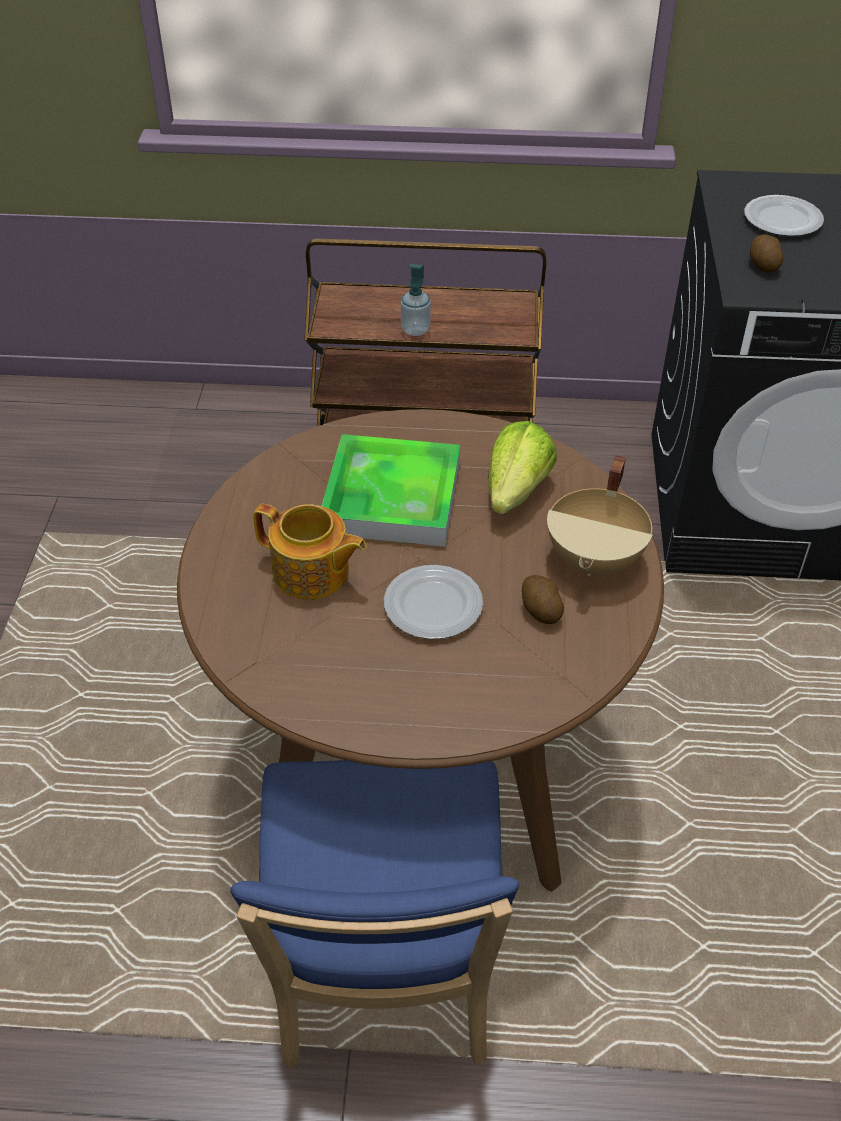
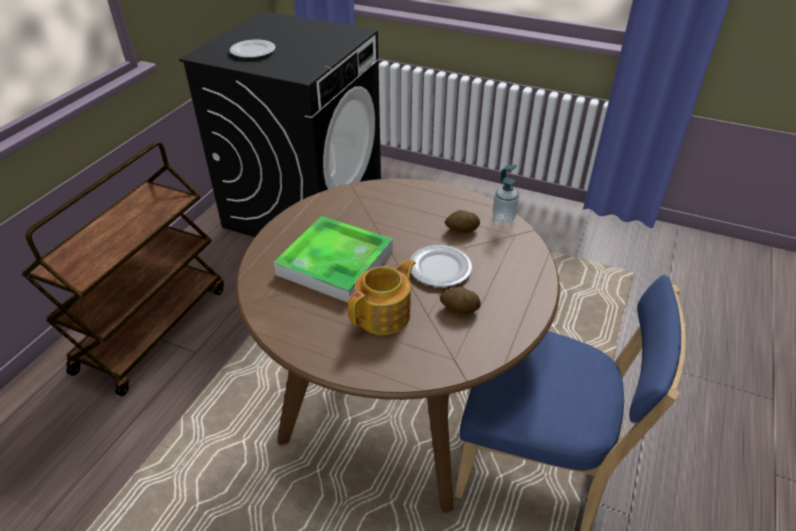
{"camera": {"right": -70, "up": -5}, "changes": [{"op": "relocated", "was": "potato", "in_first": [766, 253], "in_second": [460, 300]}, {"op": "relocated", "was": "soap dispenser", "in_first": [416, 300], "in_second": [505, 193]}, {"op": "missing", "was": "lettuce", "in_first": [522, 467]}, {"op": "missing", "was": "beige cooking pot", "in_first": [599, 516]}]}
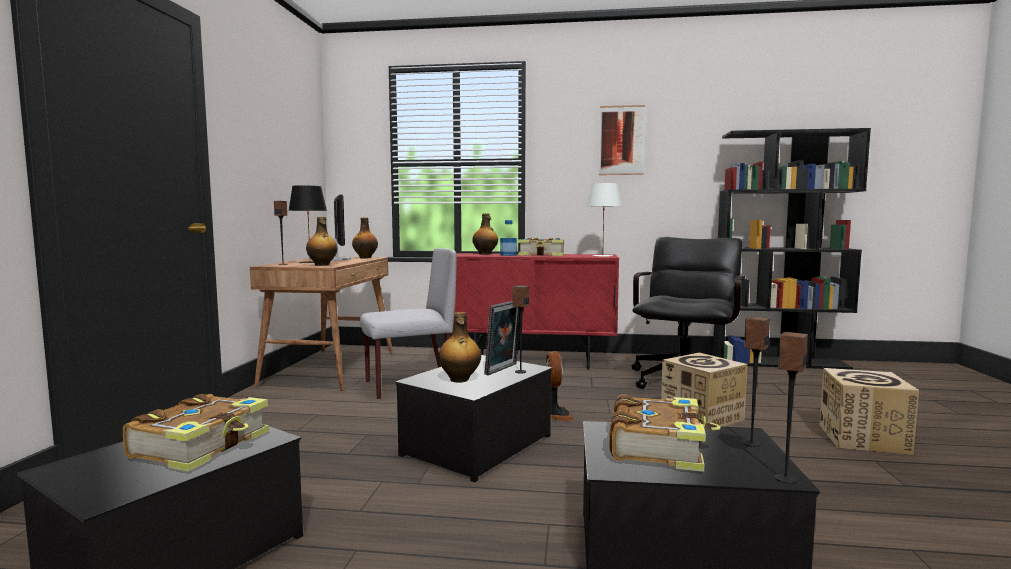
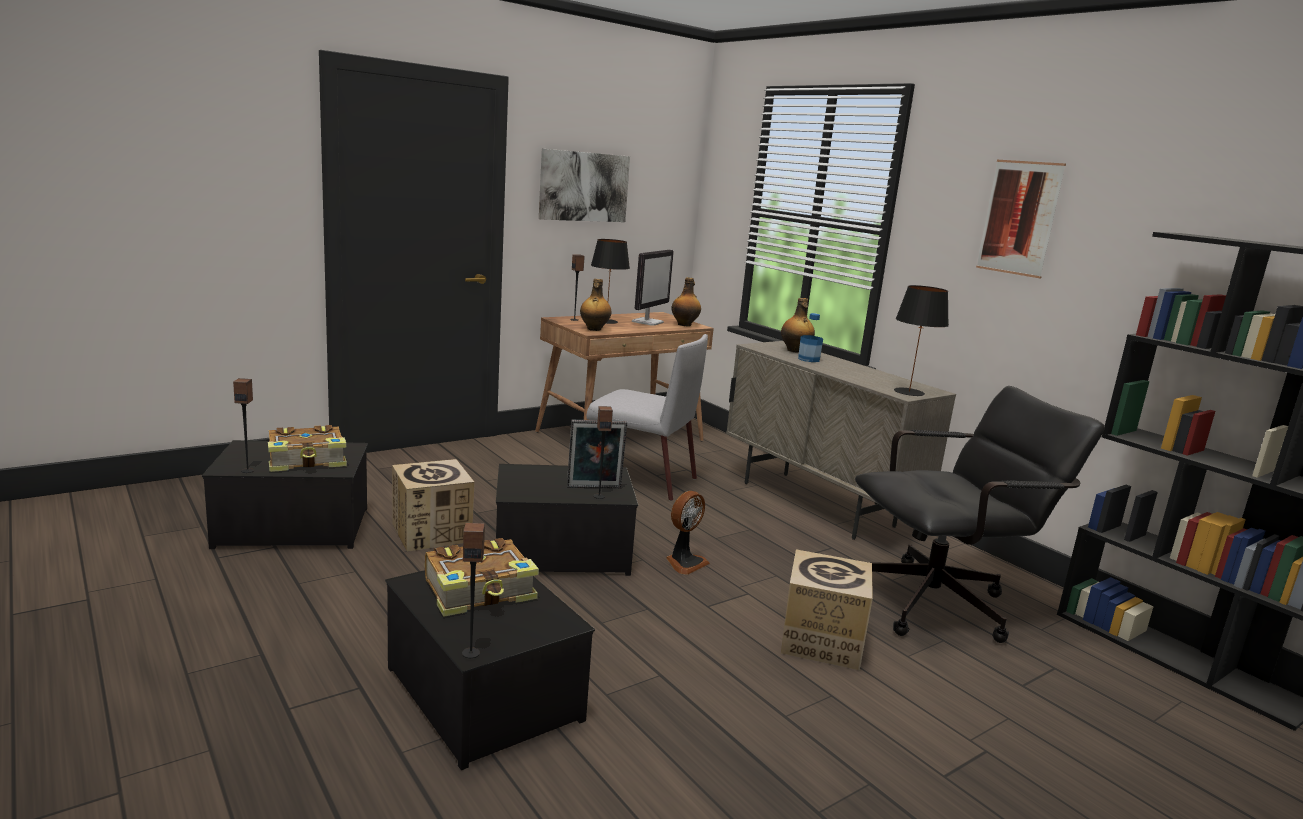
{"camera": {"right": 45, "up": 10}, "changes": [{"op": "relocated", "was": "speaker", "in_first": [756, 381], "in_second": [244, 425]}, {"op": "relocated", "was": "cardboard box", "in_first": [869, 412], "in_second": [433, 505]}, {"op": "appeared", "now": "picture", "in_second": [584, 185]}, {"op": "colour", "was": "red cabinet", "now": "beige cabinet", "in_first": [536, 311], "in_second": [841, 440]}, {"op": "colour", "was": "white table lamp", "now": "black table lamp", "in_first": [603, 220], "in_second": [921, 340]}, {"op": "missing", "was": "bottle", "in_first": [460, 347]}, {"op": "missing", "was": "book", "in_first": [541, 247]}]}
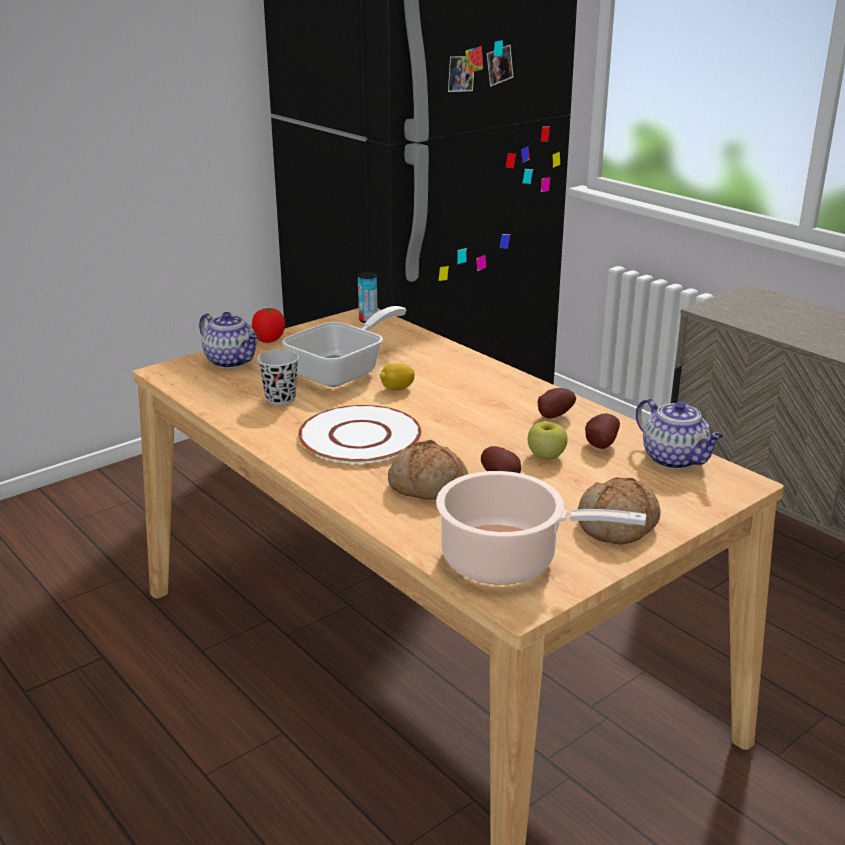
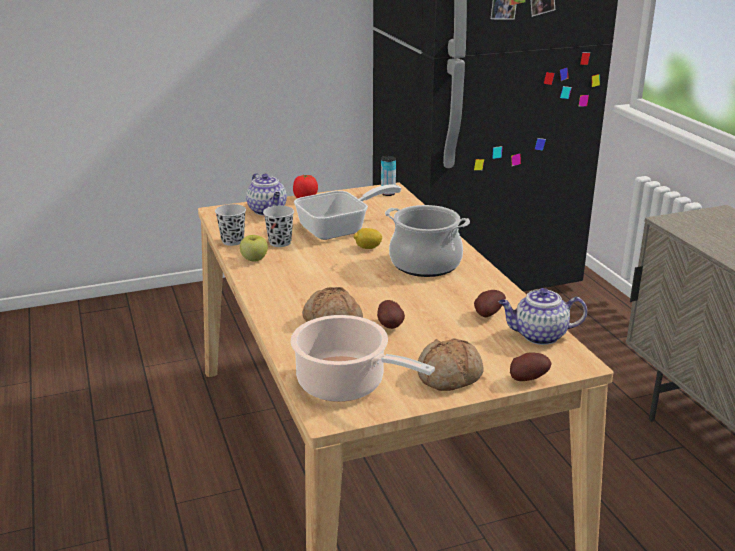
{"camera": {"right": 20, "up": 0}, "changes": [{"op": "appeared", "now": "black cup", "in_second": [230, 225]}, {"op": "relocated", "was": "apple", "in_first": [548, 440], "in_second": [254, 248]}, {"op": "appeared", "now": "cooking pot", "in_second": [427, 241]}, {"op": "spun", "was": "teapot", "in_first": [679, 433], "in_second": [543, 316], "clockwise": 105}, {"op": "relocated", "was": "potato", "in_first": [557, 403], "in_second": [530, 367]}, {"op": "missing", "was": "white plate", "in_first": [359, 434]}]}
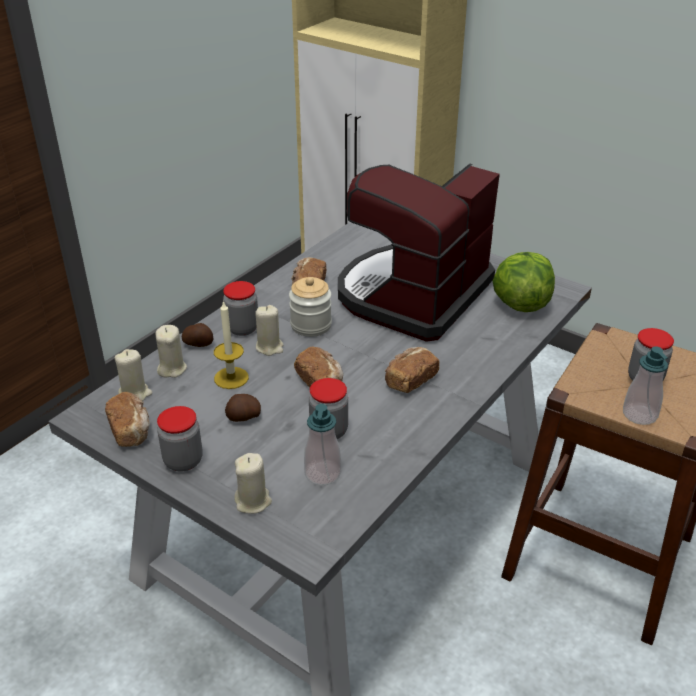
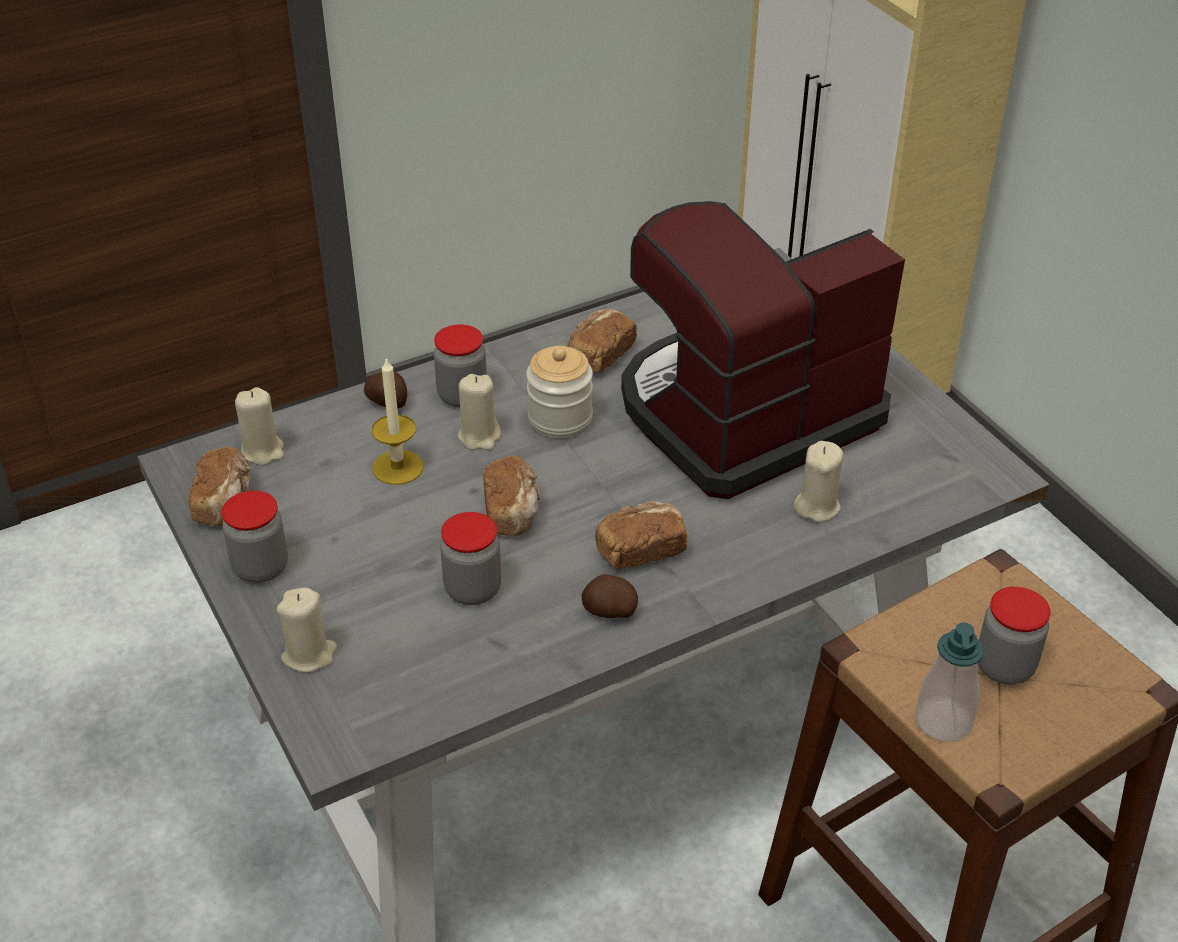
{"camera": {"right": 25, "up": 5}, "changes": [{"op": "relocated", "was": "potato", "in_first": [243, 408], "in_second": [609, 596]}, {"op": "relocated", "was": "beige candle", "in_first": [171, 351], "in_second": [818, 481]}, {"op": "missing", "was": "soap dispenser", "in_first": [322, 444]}, {"op": "missing", "was": "lettuce", "in_first": [524, 282]}]}
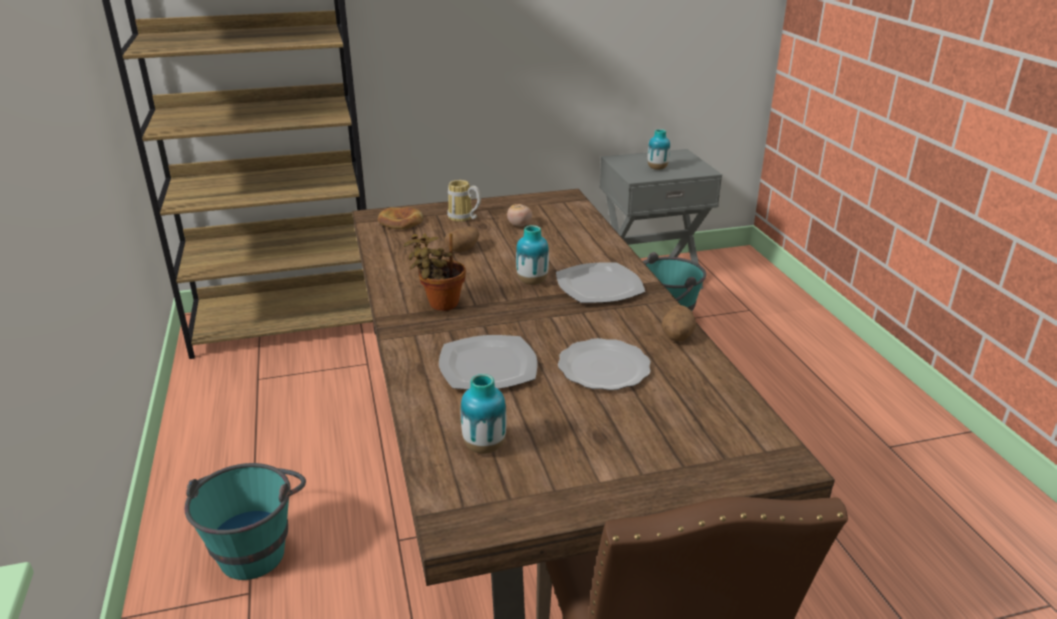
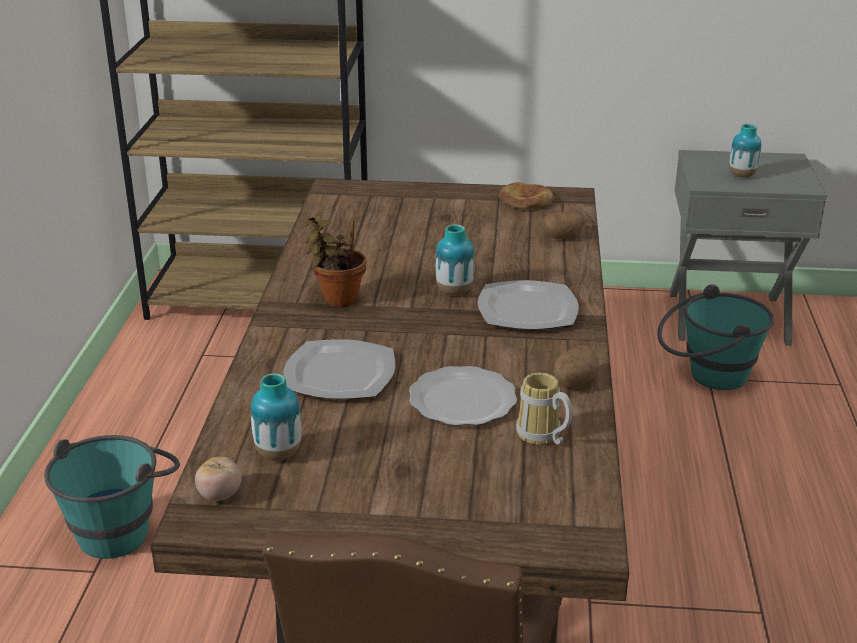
{"camera": {"right": 20, "up": 0}, "changes": [{"op": "relocated", "was": "tomato", "in_first": [519, 215], "in_second": [218, 479]}, {"op": "relocated", "was": "bread", "in_first": [401, 218], "in_second": [526, 196]}, {"op": "relocated", "was": "mug", "in_first": [464, 201], "in_second": [544, 408]}, {"op": "relocated", "was": "potato", "in_first": [462, 239], "in_second": [563, 225]}]}
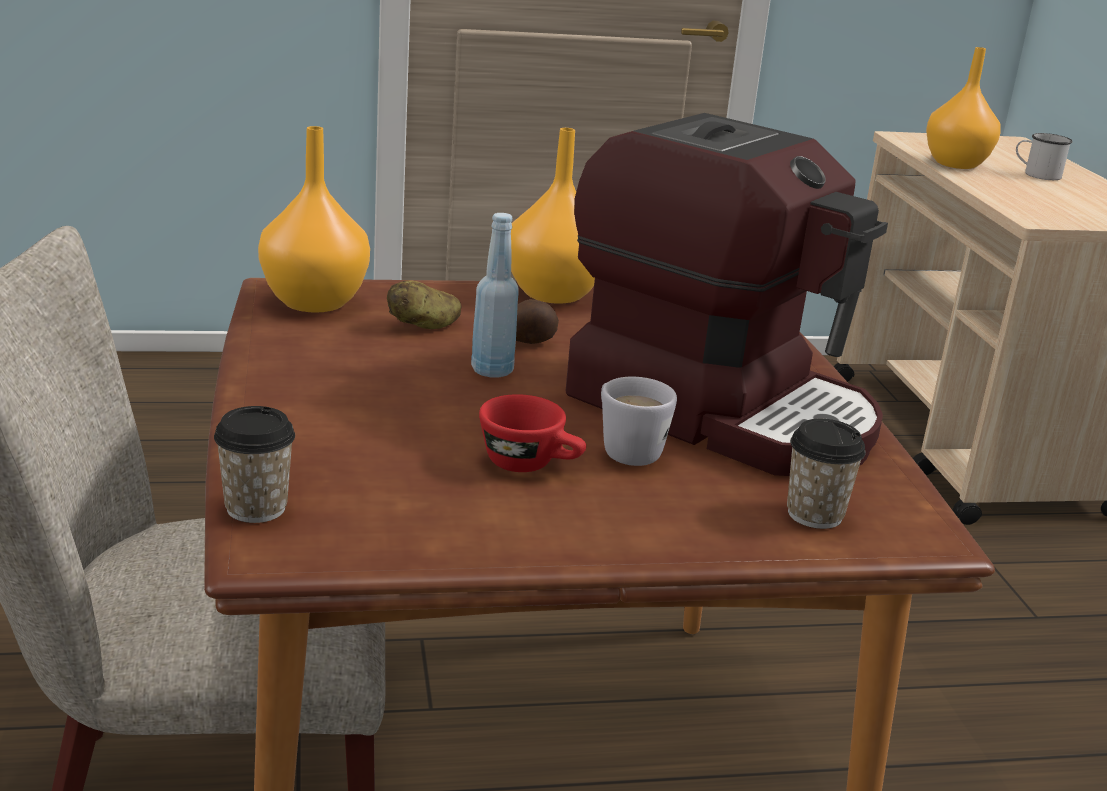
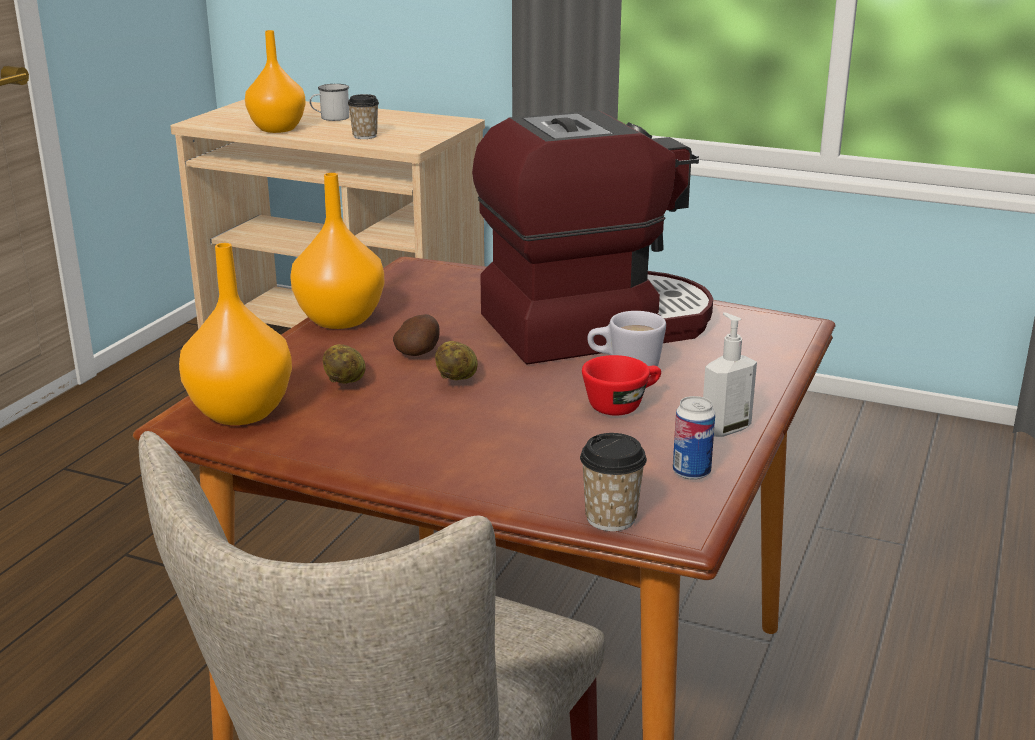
{"camera": {"right": -55, "up": 0}, "changes": [{"op": "relocated", "was": "cup", "in_first": [826, 474], "in_second": [363, 116]}, {"op": "exchanged", "was": "blue bottle", "now": "potato", "in_first": [495, 295], "in_second": [456, 360]}, {"op": "appeared", "now": "can", "in_second": [694, 438]}, {"op": "appeared", "now": "soap dispenser", "in_second": [730, 374]}]}
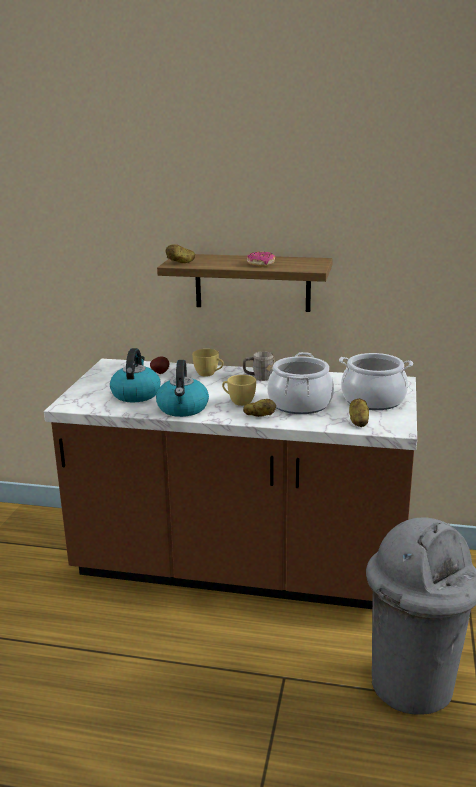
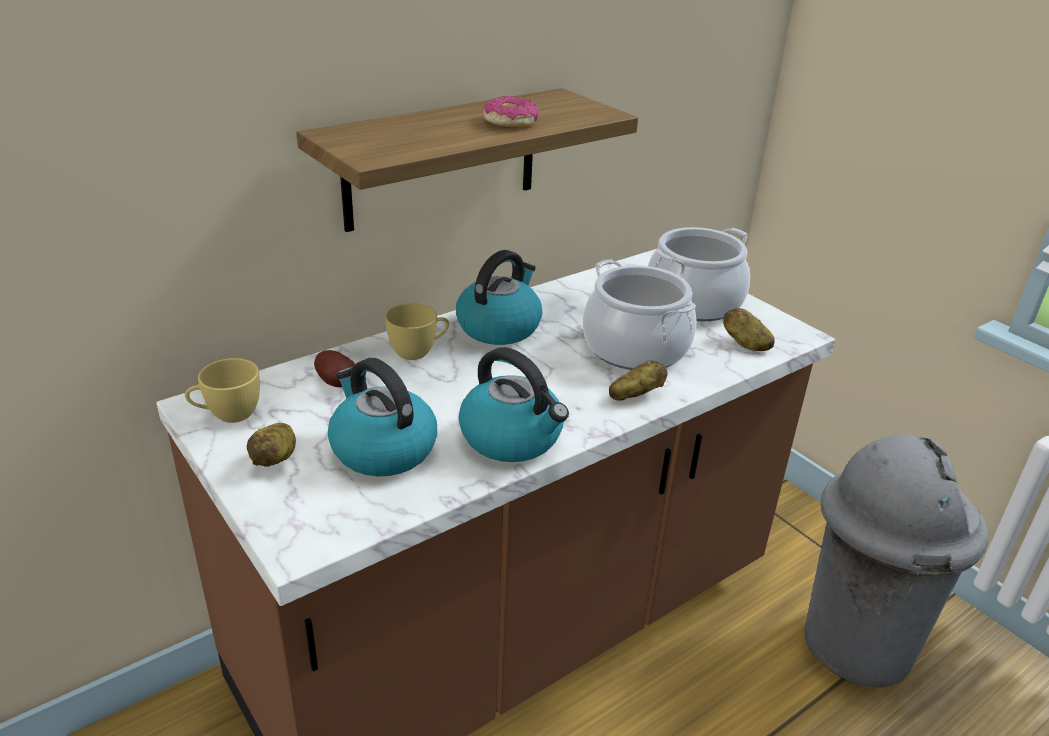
{"camera": {"right": -50, "up": 10}, "changes": [{"op": "relocated", "was": "yellow cup", "in_first": [239, 390], "in_second": [222, 390]}, {"op": "relocated", "was": "potato", "in_first": [180, 253], "in_second": [271, 445]}, {"op": "exchanged", "was": "grey mug", "now": "kettle", "in_first": [259, 366], "in_second": [499, 297]}]}
